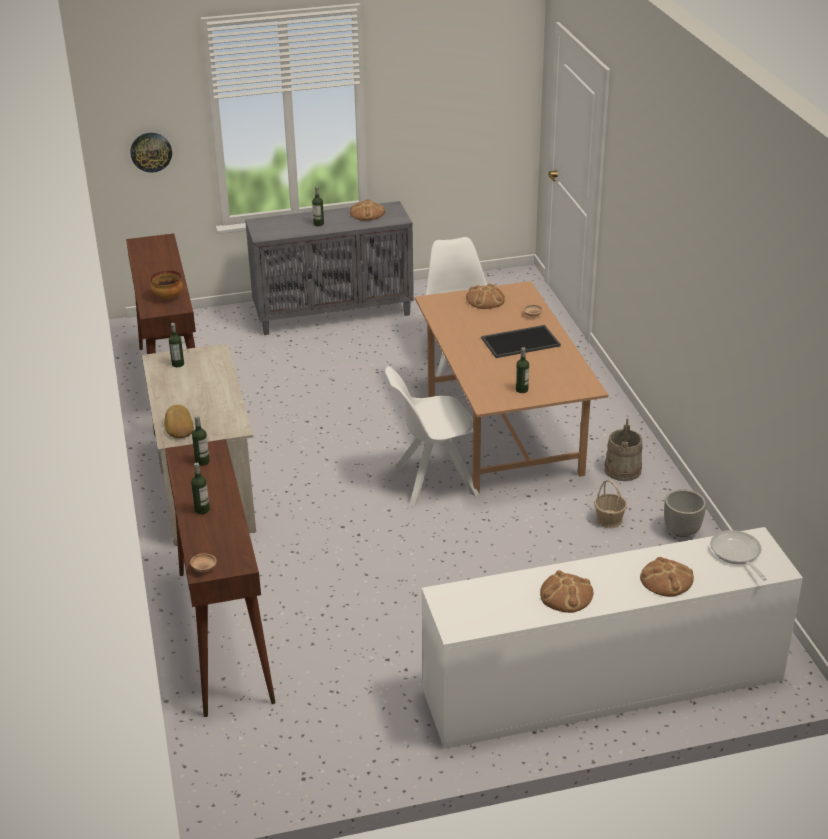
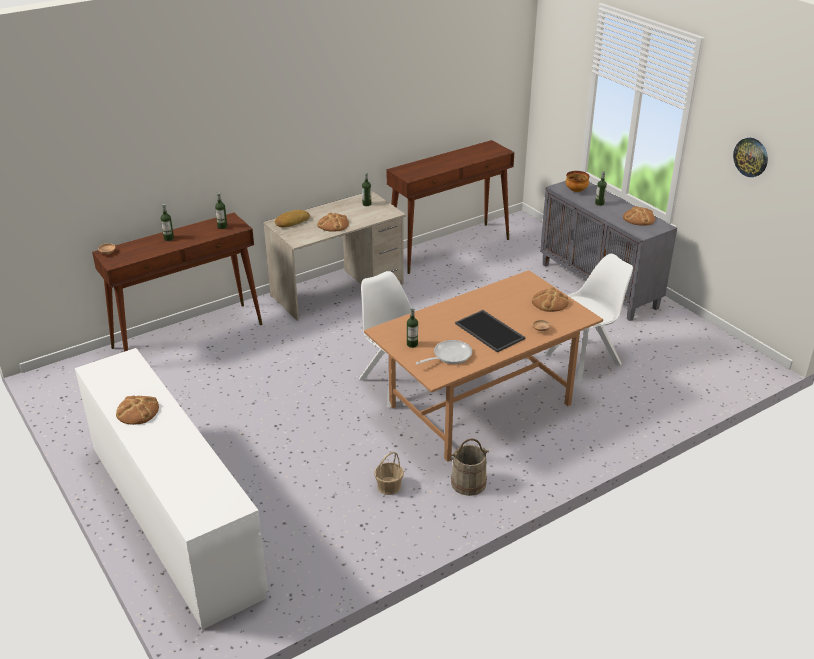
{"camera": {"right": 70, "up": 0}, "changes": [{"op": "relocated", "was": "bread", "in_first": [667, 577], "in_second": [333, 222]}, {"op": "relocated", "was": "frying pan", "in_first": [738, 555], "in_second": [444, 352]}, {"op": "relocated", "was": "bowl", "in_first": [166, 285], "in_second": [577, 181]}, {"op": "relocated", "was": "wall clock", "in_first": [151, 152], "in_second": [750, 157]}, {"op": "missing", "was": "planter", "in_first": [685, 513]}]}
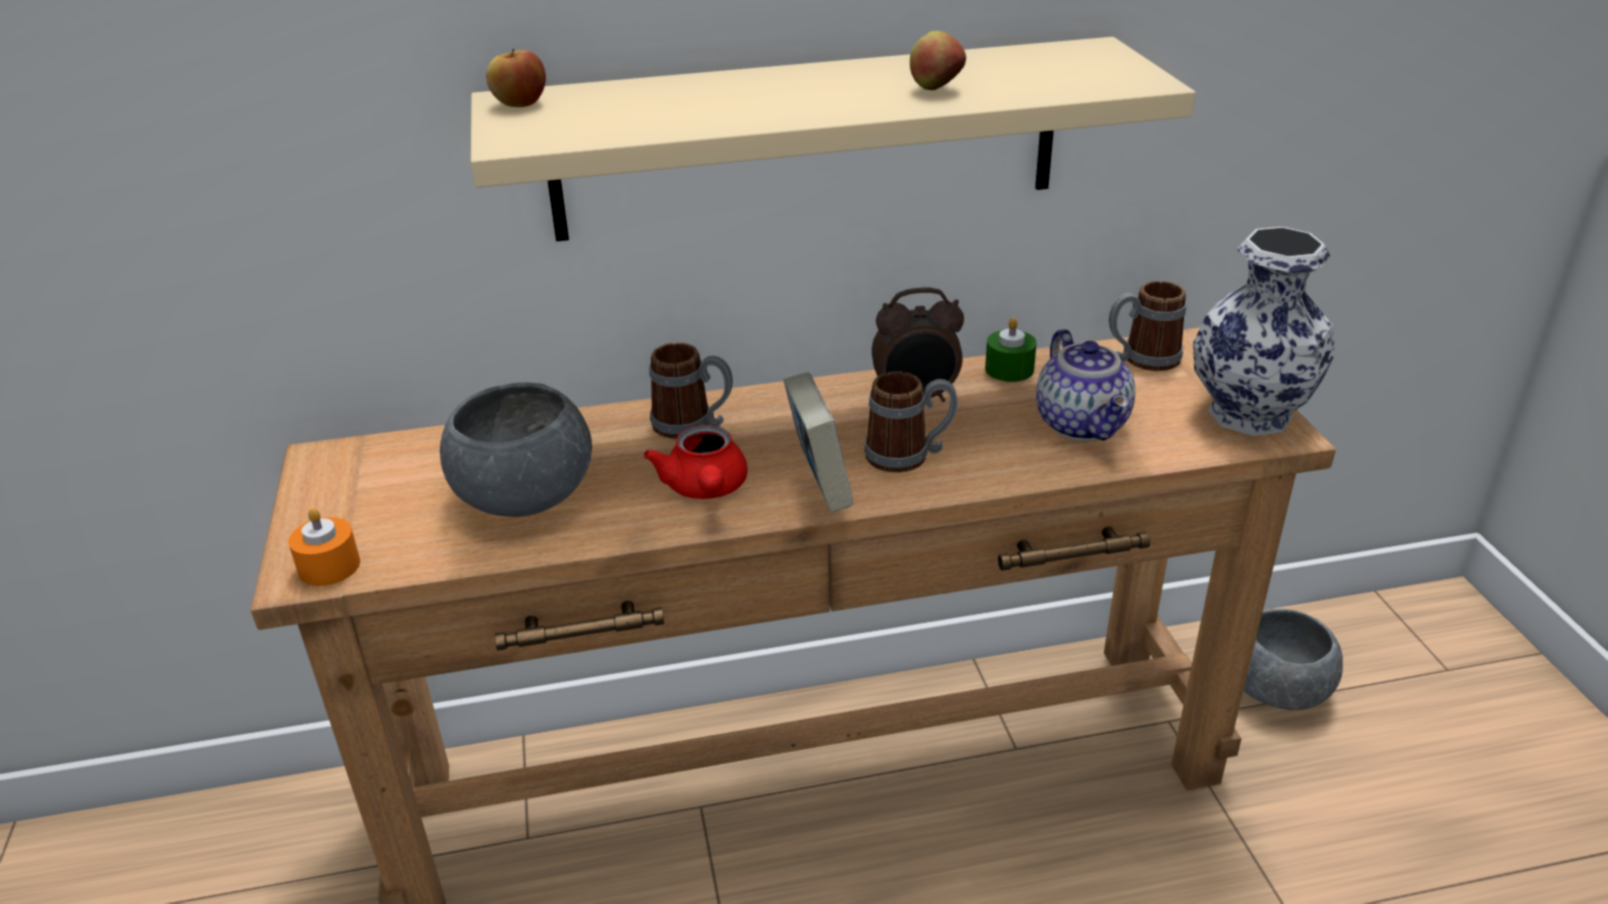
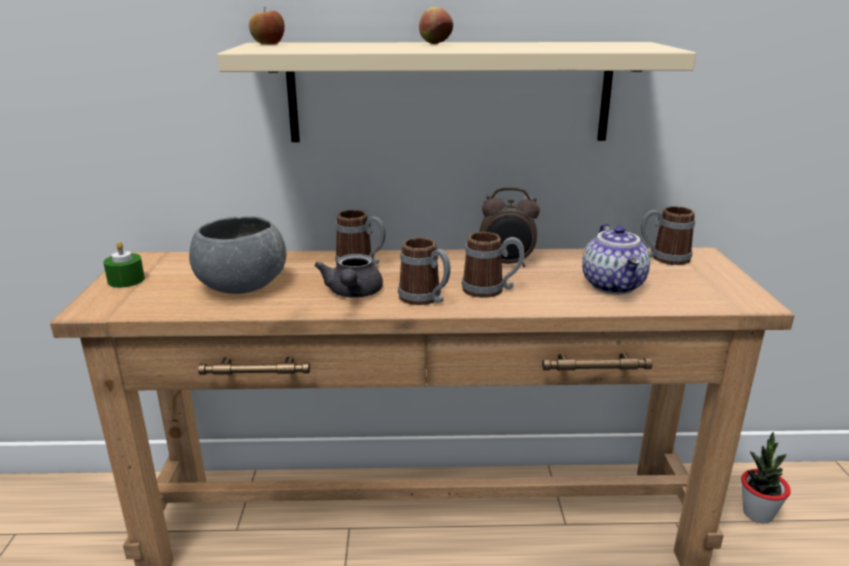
{"camera": {"right": 10, "up": -10}, "changes": [{"op": "relocated", "was": "green candle", "in_first": [1011, 349], "in_second": [124, 265]}, {"op": "colour", "was": "red teapot", "now": "grey teapot", "in_first": [695, 462], "in_second": [348, 276]}, {"op": "exchanged", "was": "book", "now": "mug", "in_first": [818, 442], "in_second": [424, 271]}, {"op": "relocated", "was": "apple", "in_first": [938, 60], "in_second": [436, 25]}, {"op": "exchanged", "was": "grey bowl", "now": "potted plant", "in_first": [1293, 659], "in_second": [766, 478]}, {"op": "missing", "was": "orange candle", "in_first": [324, 547]}, {"op": "missing", "was": "vase", "in_first": [1264, 331]}]}
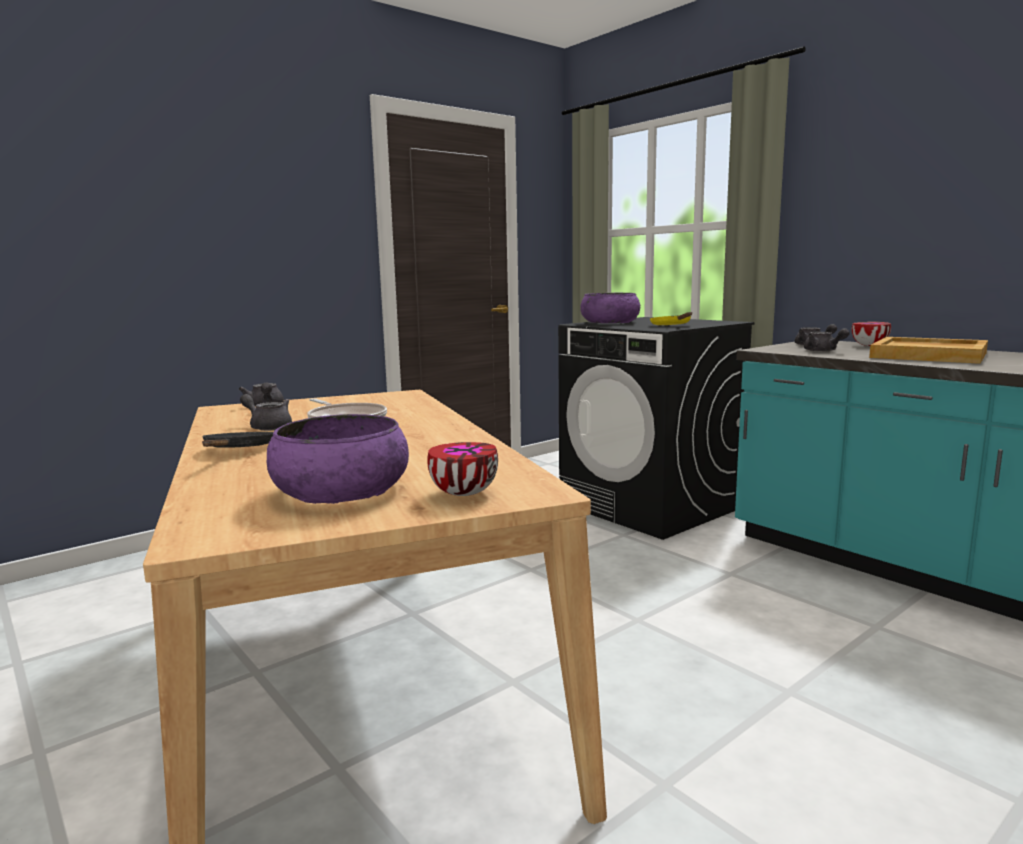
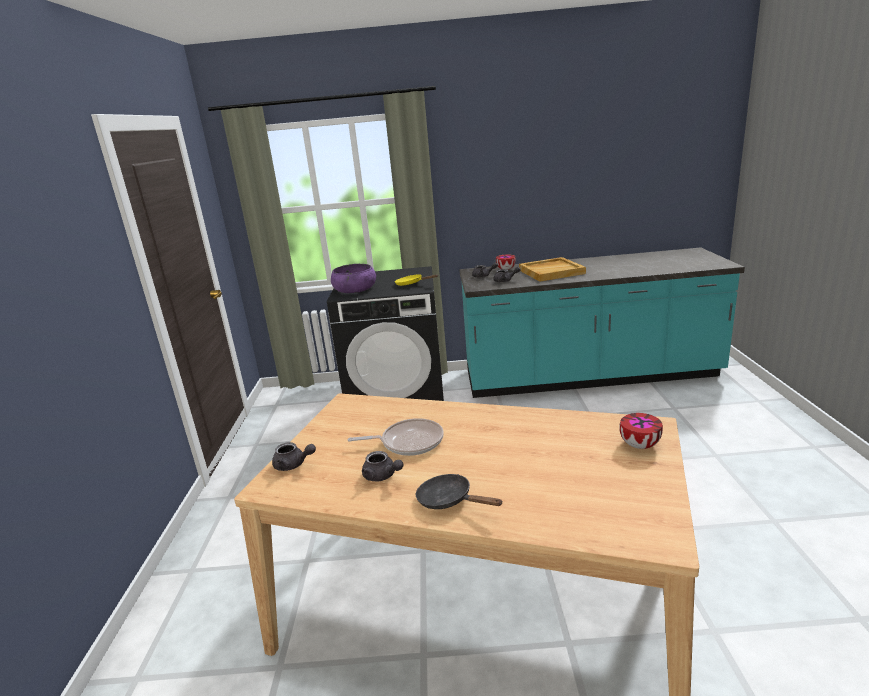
{"camera": {"right": -50, "up": 10}, "changes": [{"op": "spun", "was": "grey teapot", "in_first": [266, 412], "in_second": [382, 466], "clockwise": -120}, {"op": "missing", "was": "purple bowl", "in_first": [338, 459]}]}
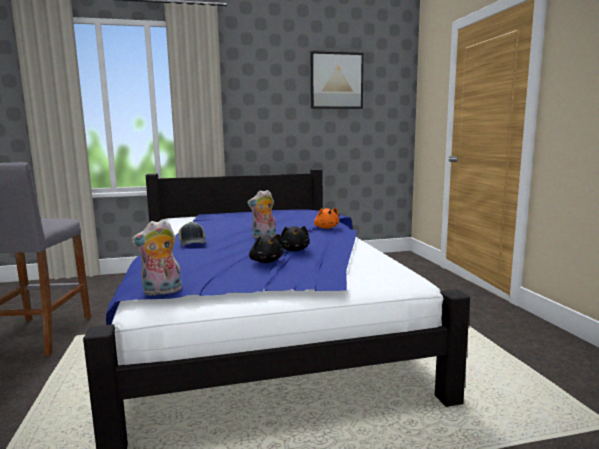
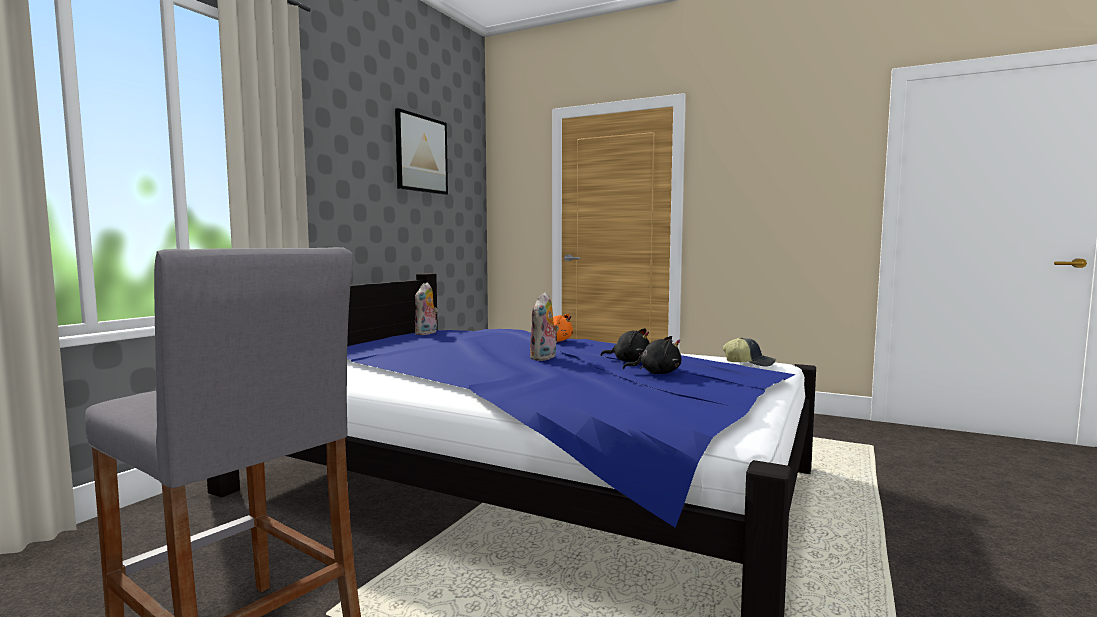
{"camera": {"right": -50, "up": -5}, "changes": [{"op": "relocated", "was": "plush toy", "in_first": [156, 258], "in_second": [426, 308]}, {"op": "relocated", "was": "cap", "in_first": [192, 234], "in_second": [749, 352]}]}
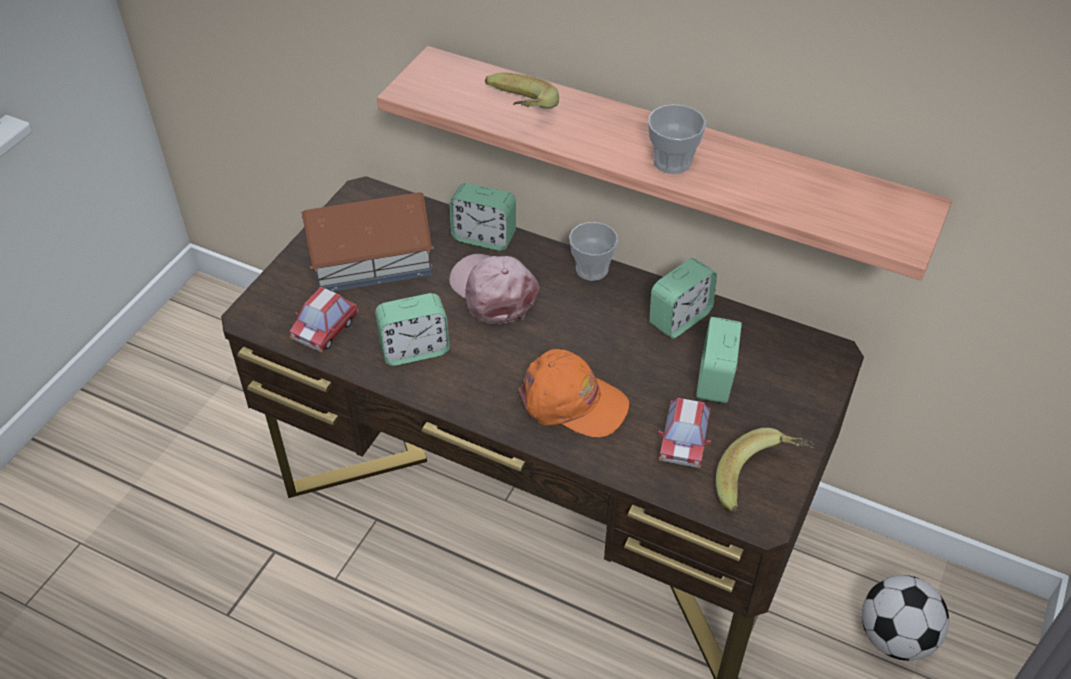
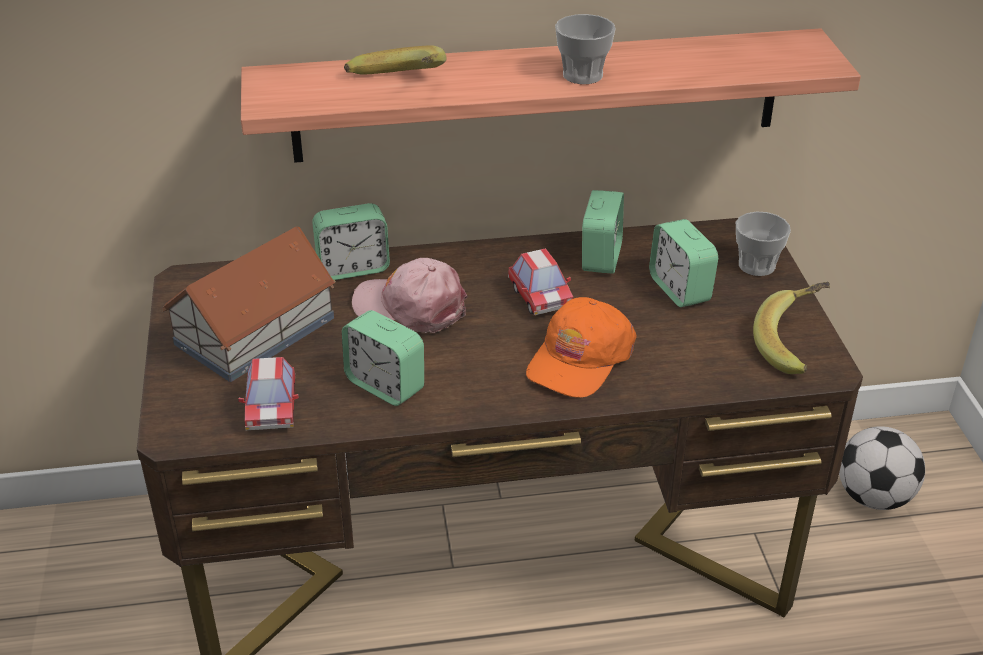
{"camera": {"right": -35, "up": -10}, "changes": [{"op": "spun", "was": "alarm clock", "in_first": [412, 329], "in_second": [383, 358], "clockwise": 90}, {"op": "relocated", "was": "toy car", "in_first": [684, 433], "in_second": [540, 281]}, {"op": "spun", "was": "orange cap", "in_first": [573, 393], "in_second": [581, 347], "clockwise": 135}, {"op": "relocated", "was": "cup", "in_first": [593, 251], "in_second": [763, 244]}]}
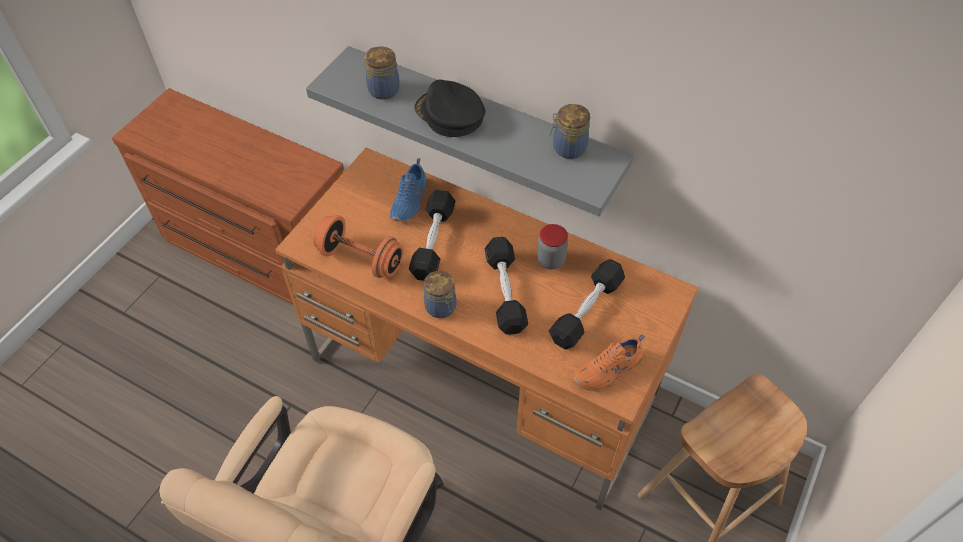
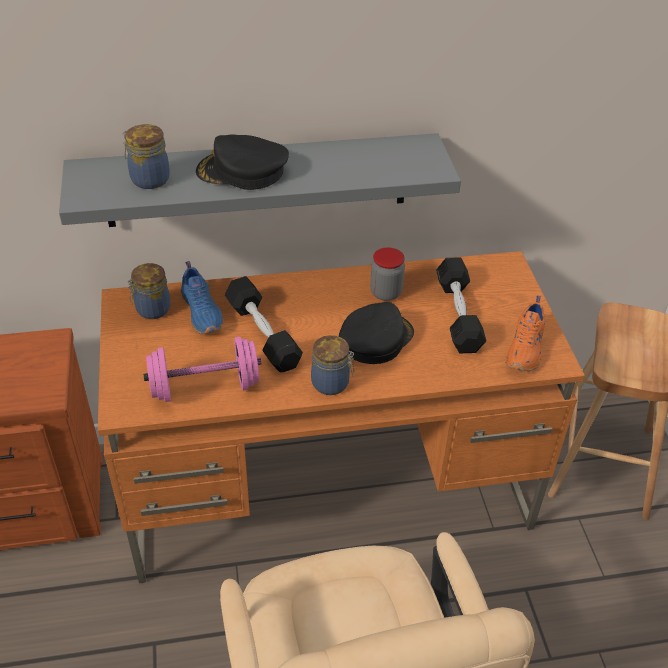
{"camera": {"right": -40, "up": -10}, "changes": [{"op": "relocated", "was": "jar", "in_first": [570, 131], "in_second": [149, 291]}, {"op": "colour", "was": "orange dumbbell", "now": "pink dumbbell", "in_first": [358, 246], "in_second": [202, 369]}, {"op": "exchanged", "was": "black dumbbell", "now": "black cap", "in_first": [506, 286], "in_second": [376, 333]}]}
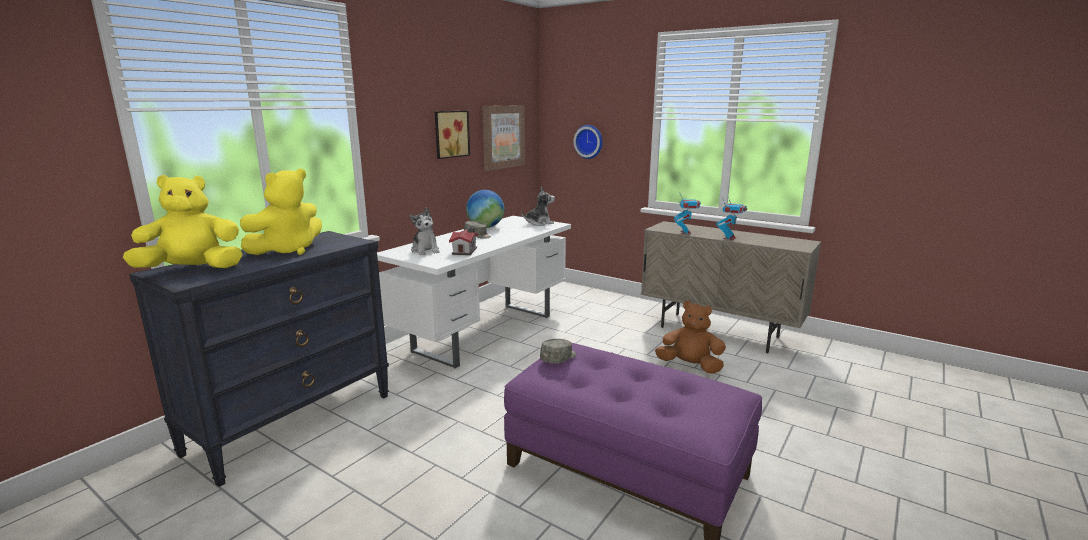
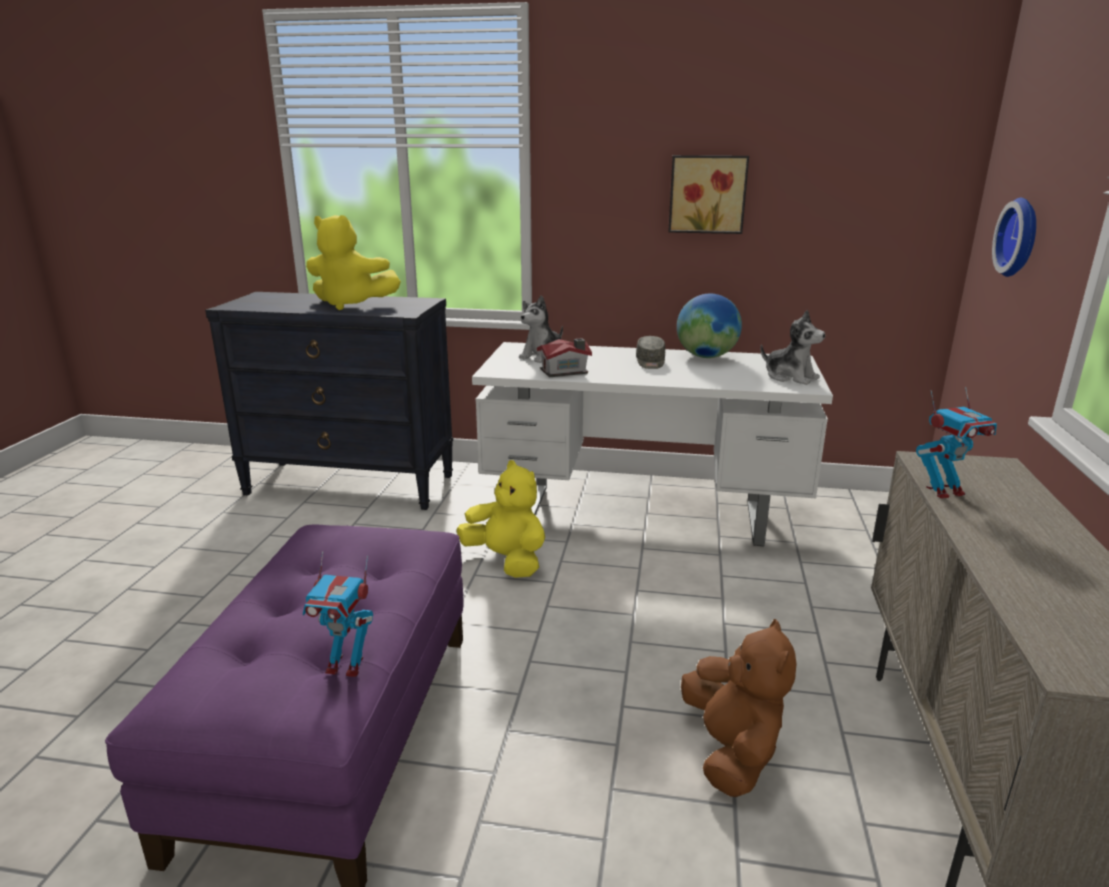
{"camera": {"right": 65, "up": 5}, "changes": [{"op": "relocated", "was": "toy robot", "in_first": [731, 217], "in_second": [338, 614]}, {"op": "relocated", "was": "yellow plush toy", "in_first": [183, 221], "in_second": [500, 519]}, {"op": "missing", "was": "picture", "in_first": [503, 138]}, {"op": "missing", "was": "grey cap", "in_first": [558, 351]}]}
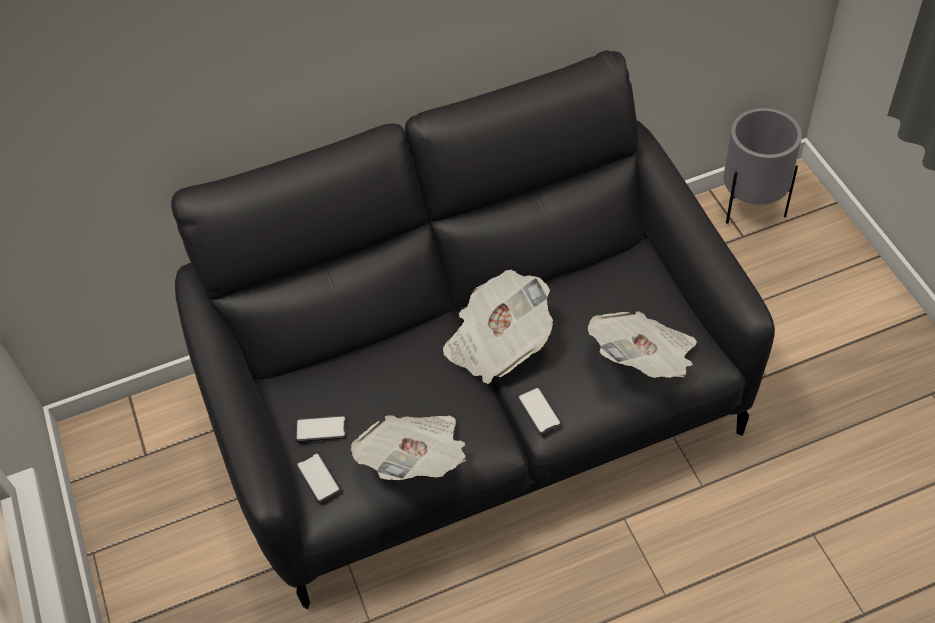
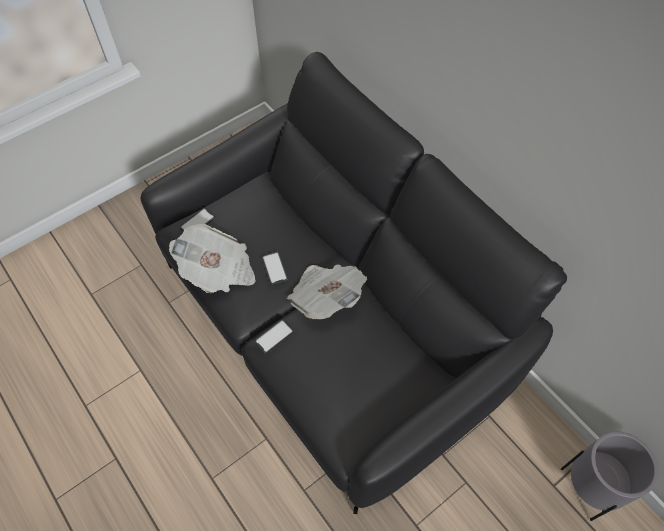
{"camera": {"right": 70, "up": 5}, "changes": [{"op": "relocated", "was": "phone", "in_first": [320, 428], "in_second": [275, 268]}, {"op": "missing", "was": "newspaper", "in_first": [642, 344]}]}
